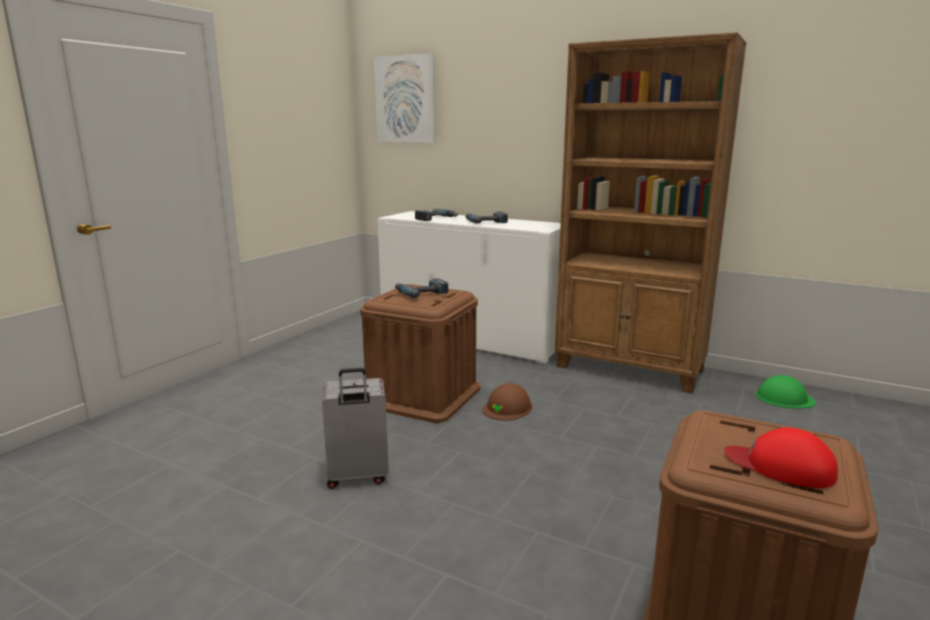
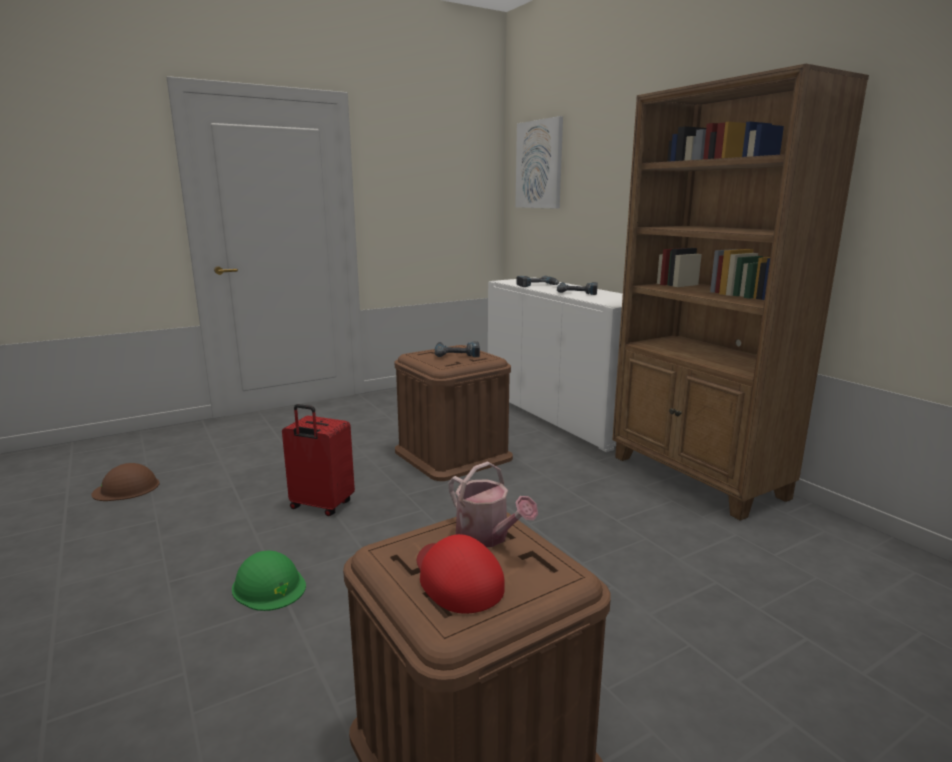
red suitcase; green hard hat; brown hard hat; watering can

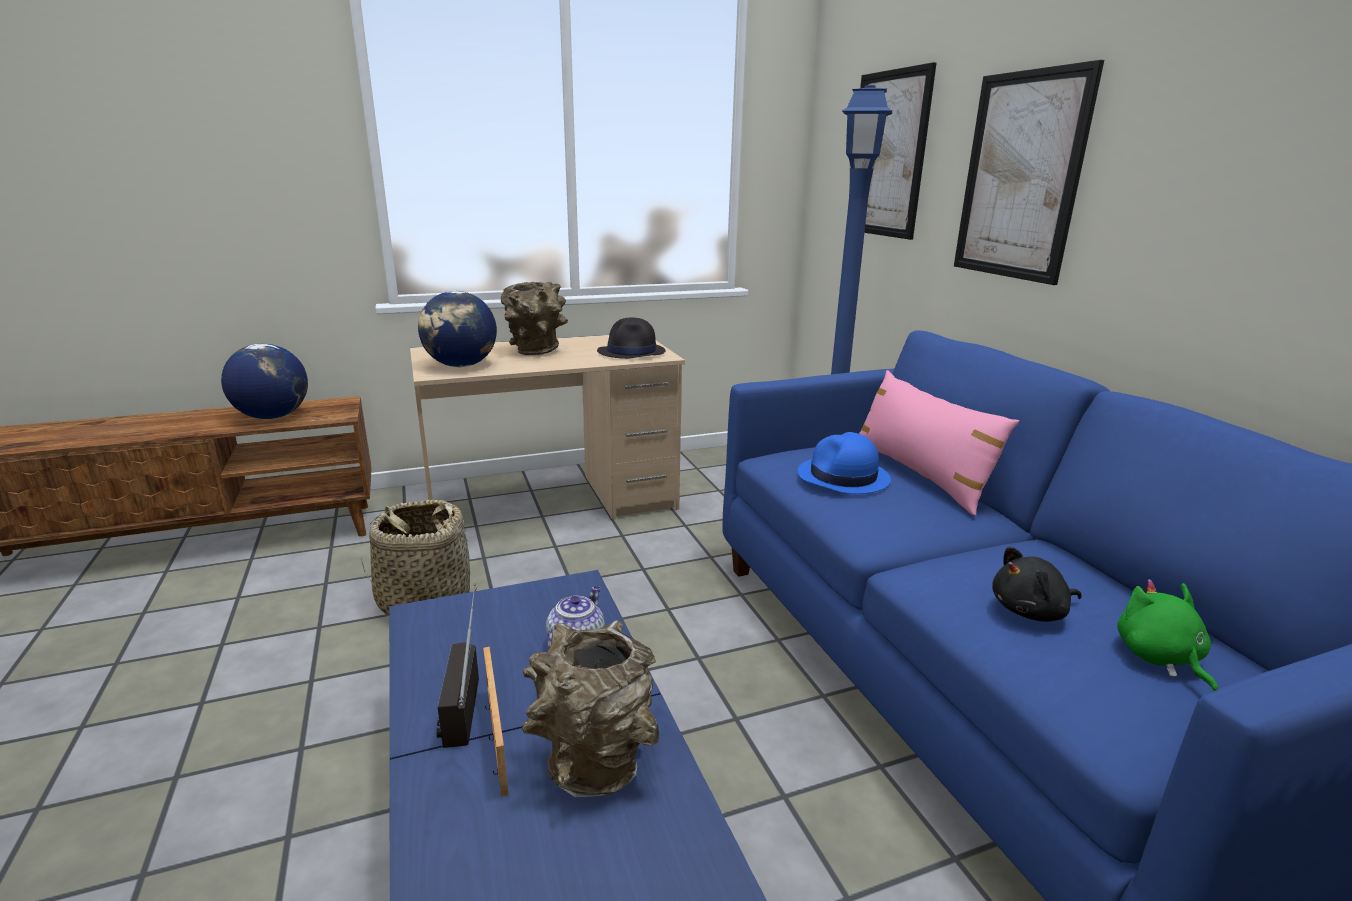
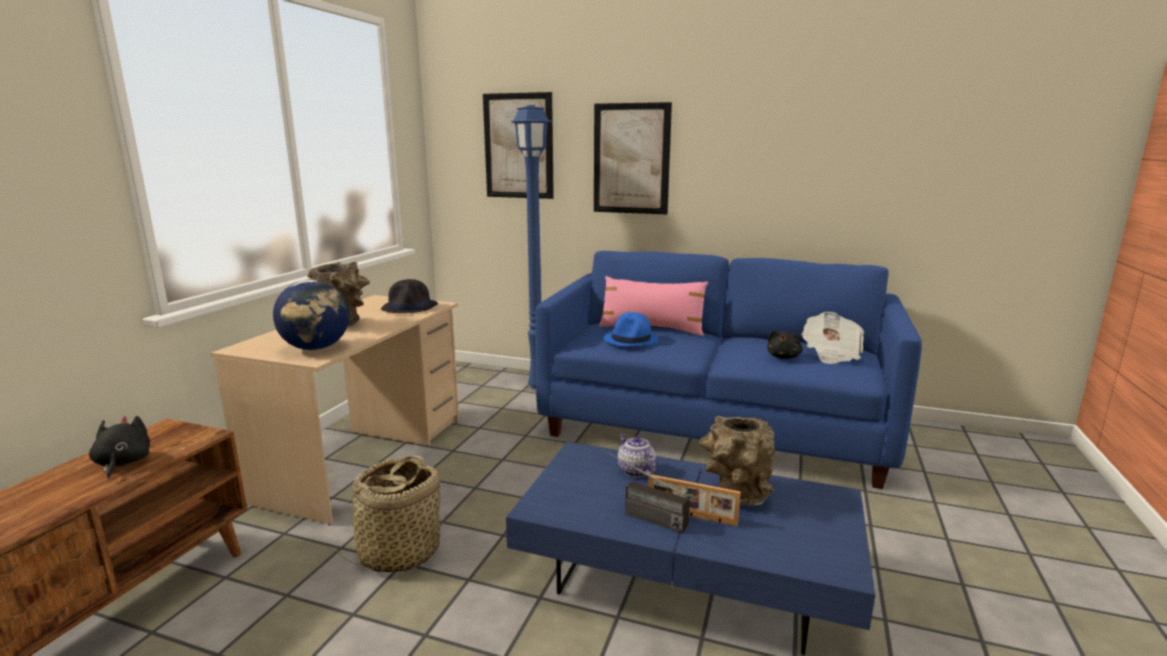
black plush toy (no. 1 from left); newspaper

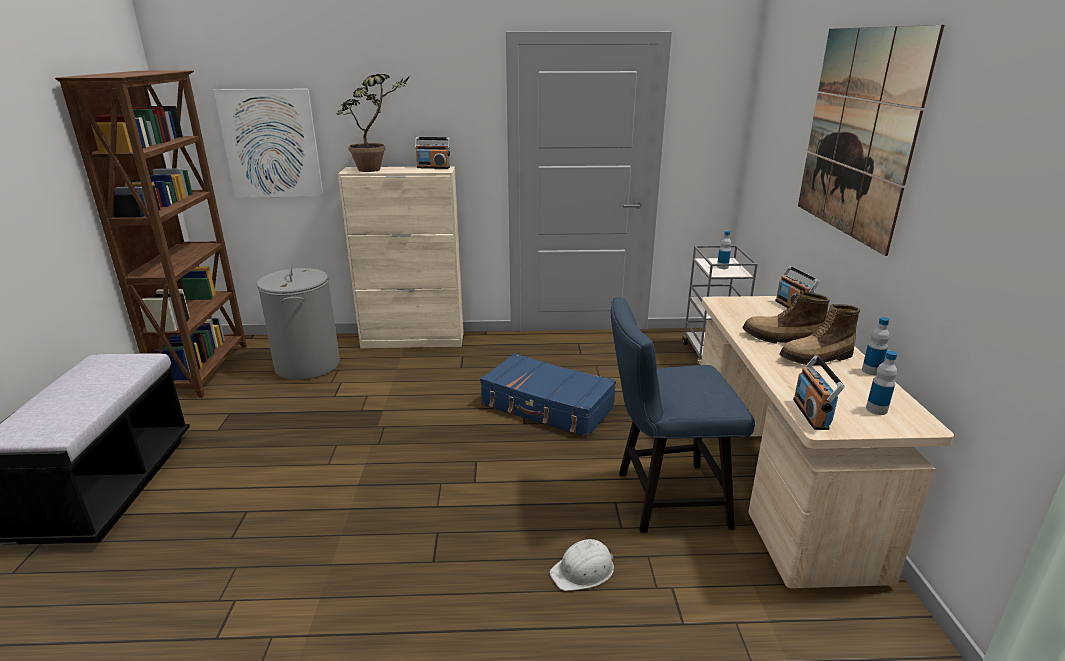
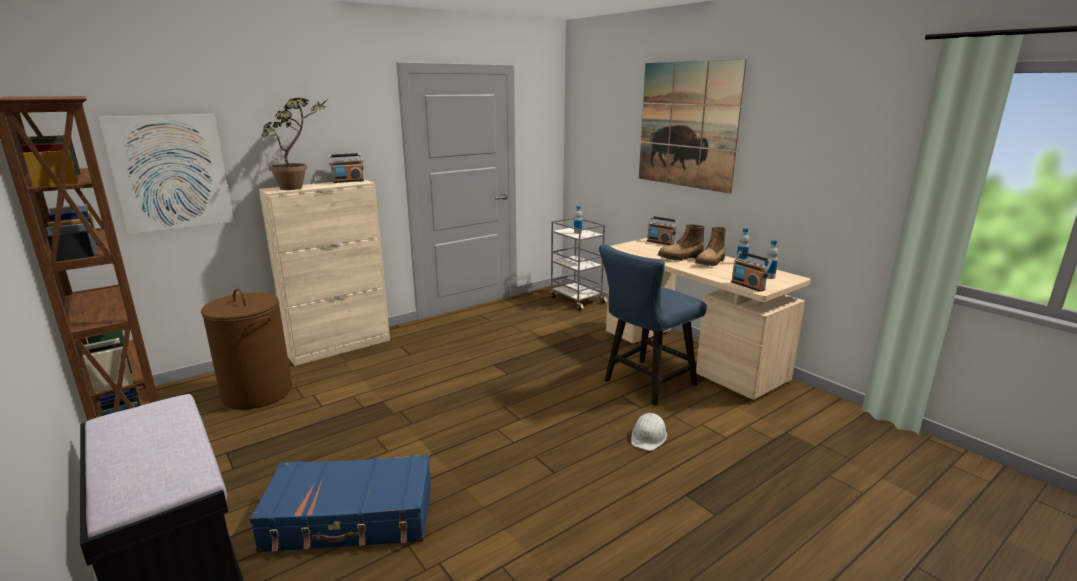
brown laundry basket; blue suitcase

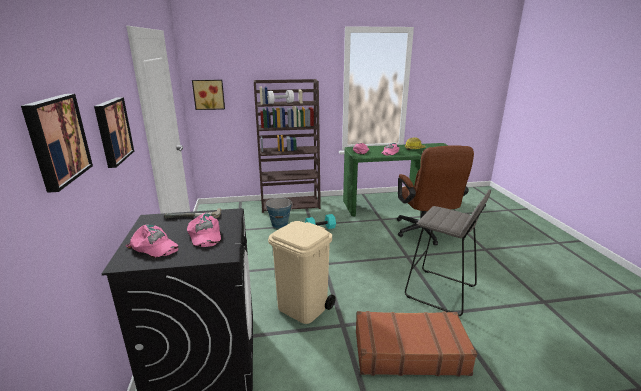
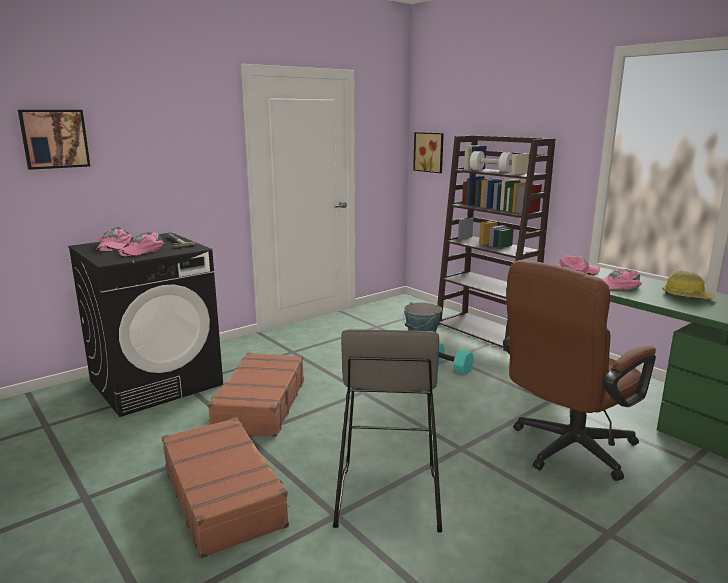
picture (no. 2 from left in the first image); brown suitcase (no. 2 from left)

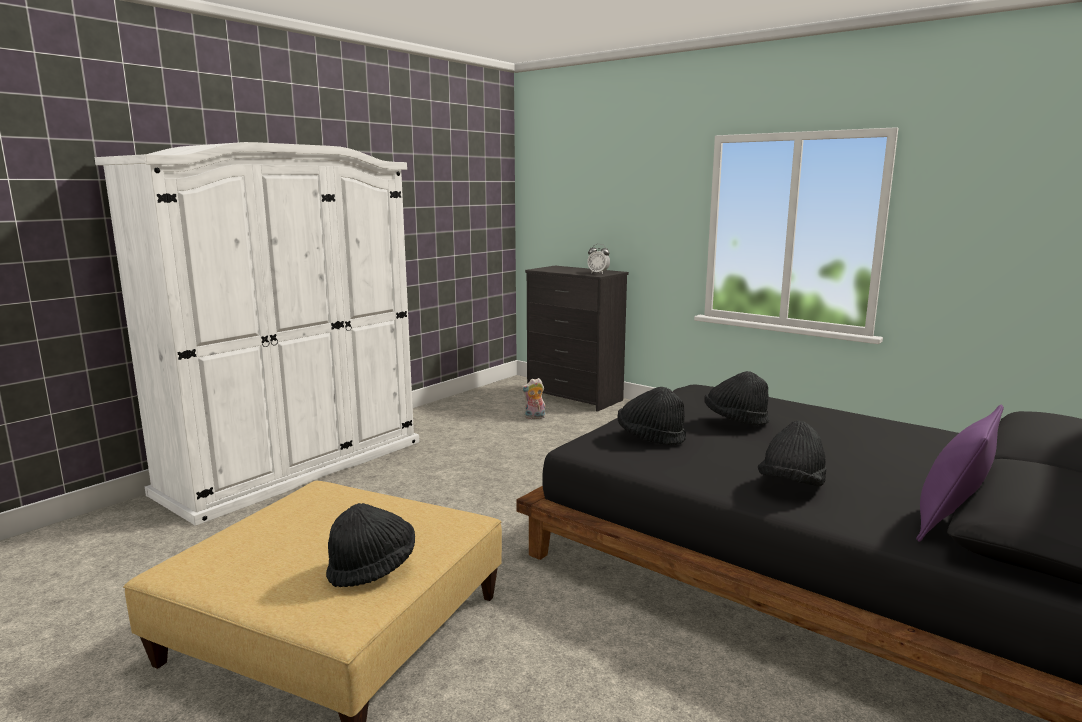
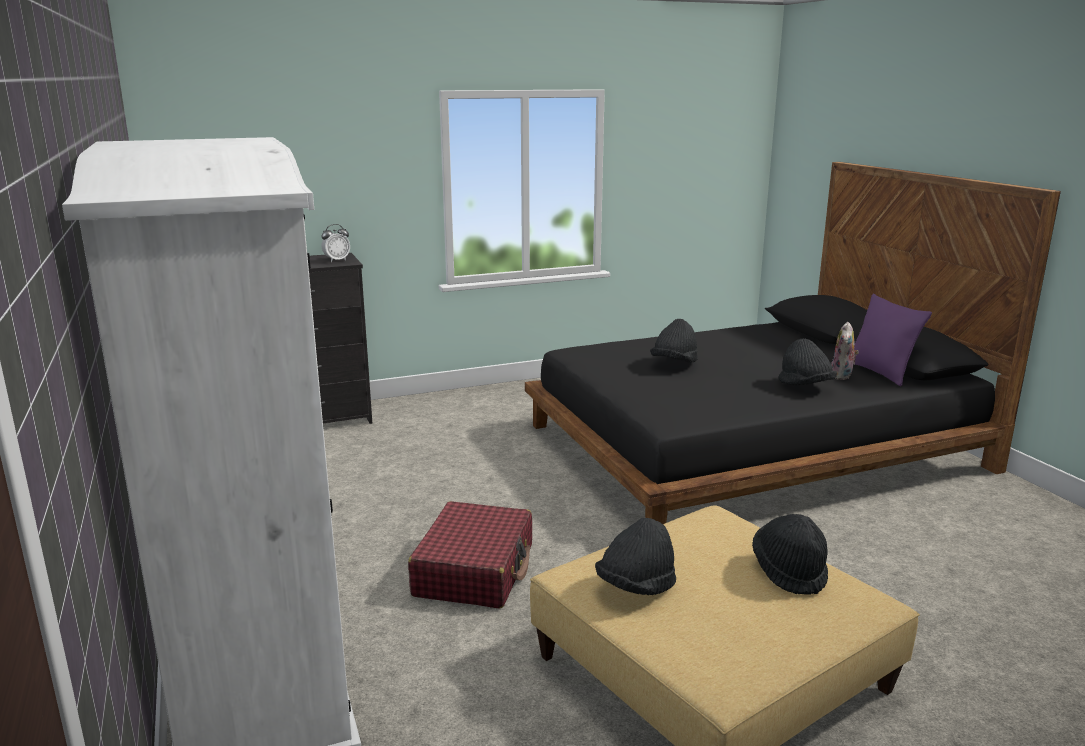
plush toy; black hat (no. 1 from left); red suitcase

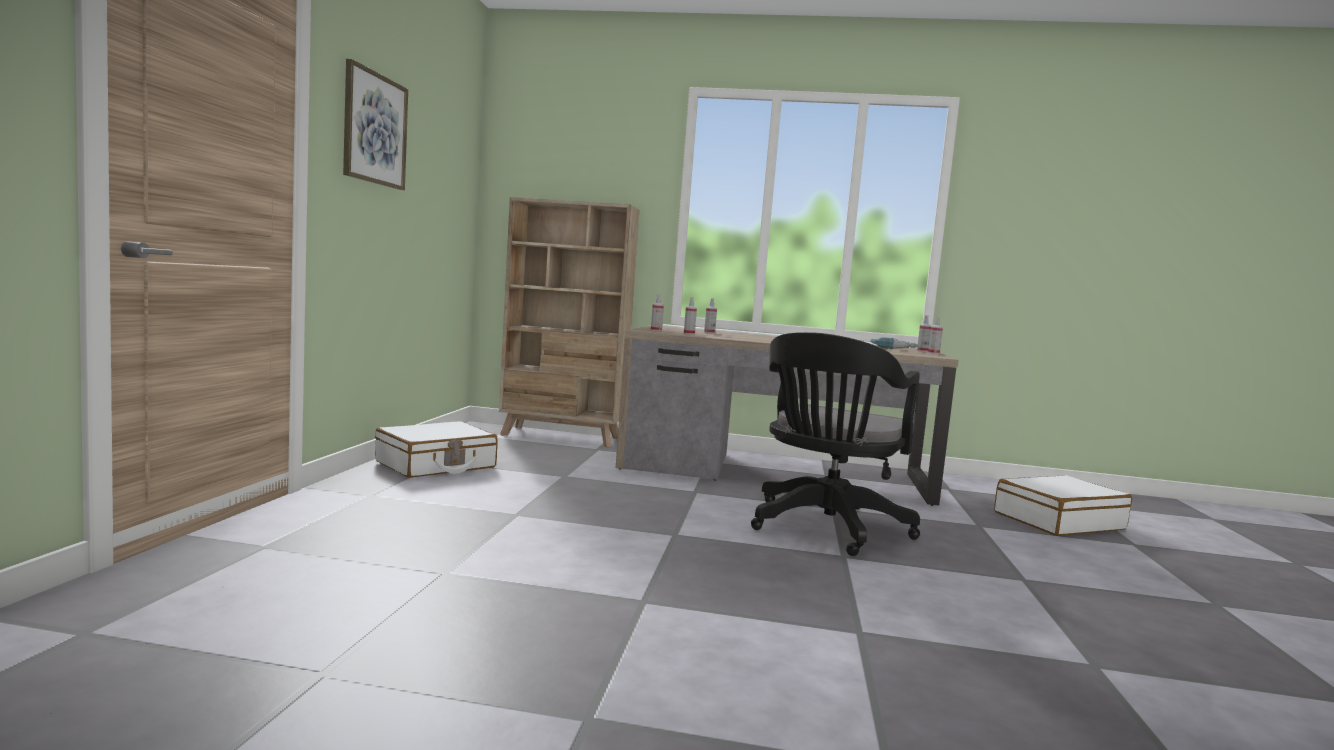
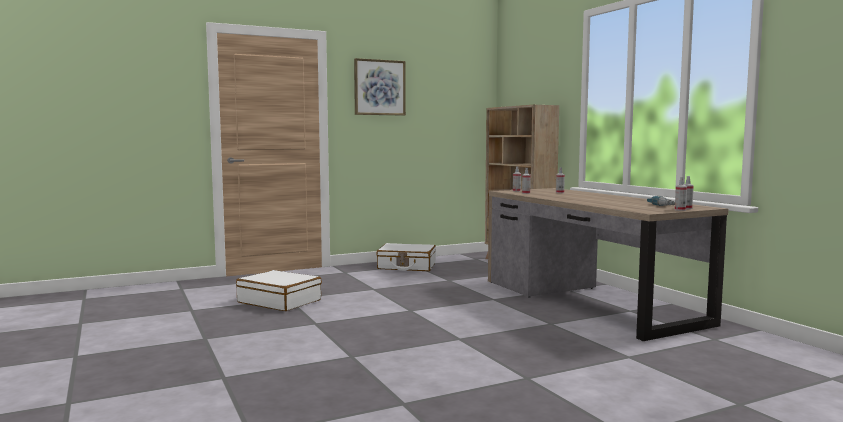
black office chair; white suitcase (no. 1 from left)

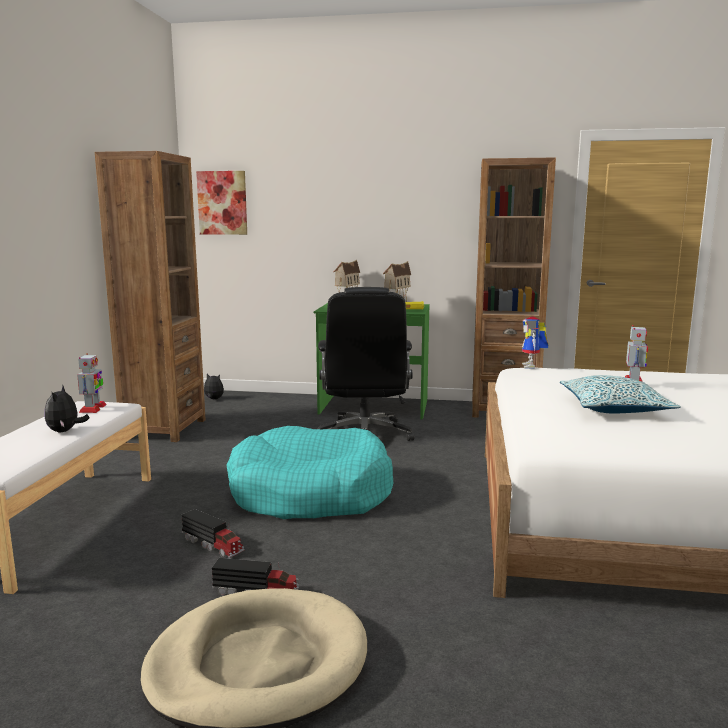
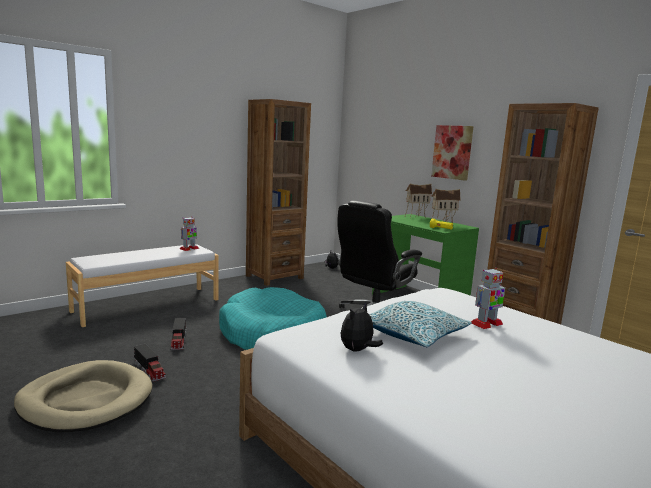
picture; toy robot (no. 2 from left in the first image); plush toy (no. 2 from left)

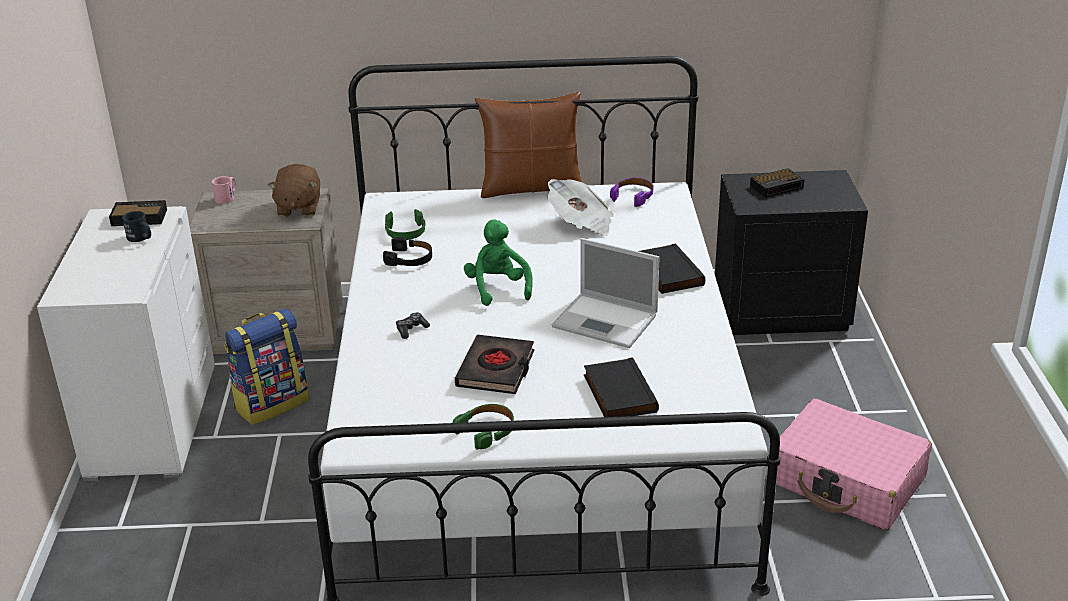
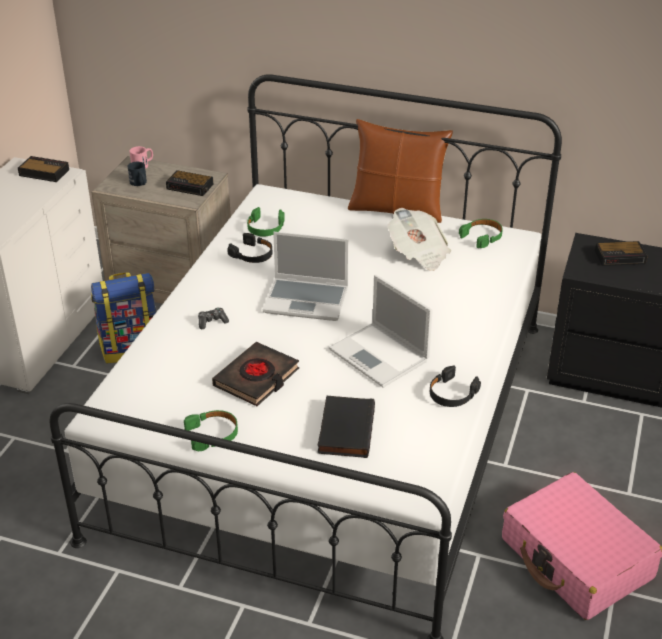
alarm clock (no. 2 from left); green headphones (no. 3 from left); black mug; laptop (no. 1 from left); black book (no. 3 from left in the first image); black headphones (no. 2 from left)

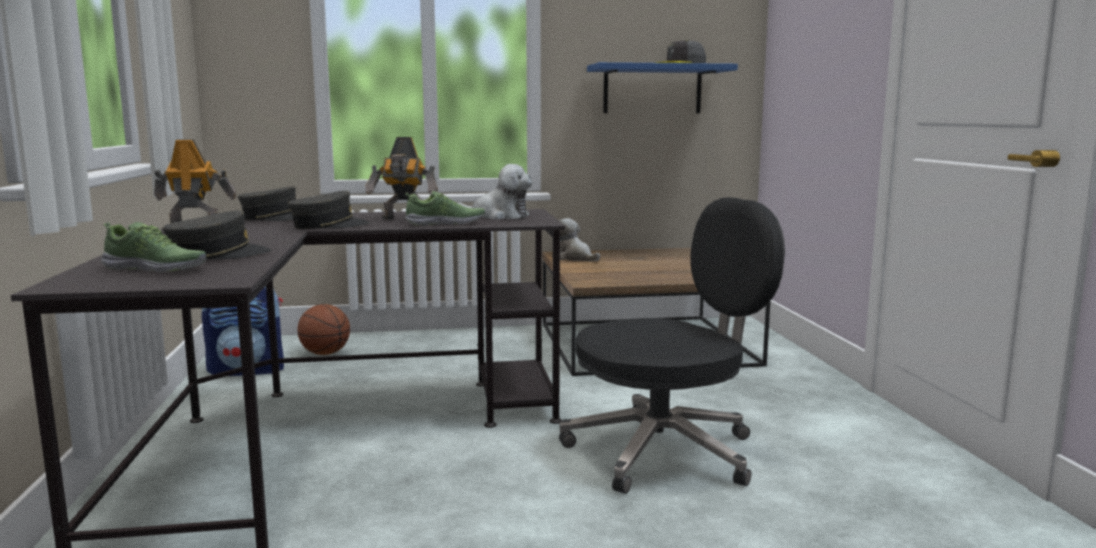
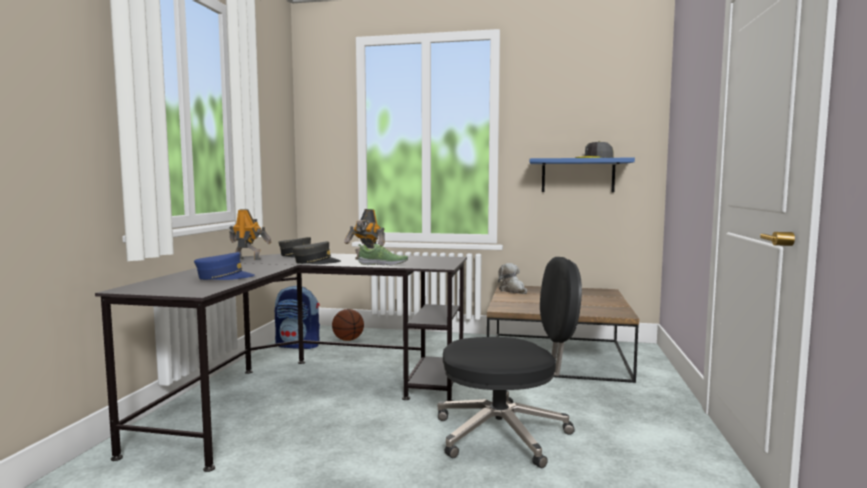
plush toy (no. 1 from left in the first image); blue cap; shoe (no. 1 from left in the first image)

